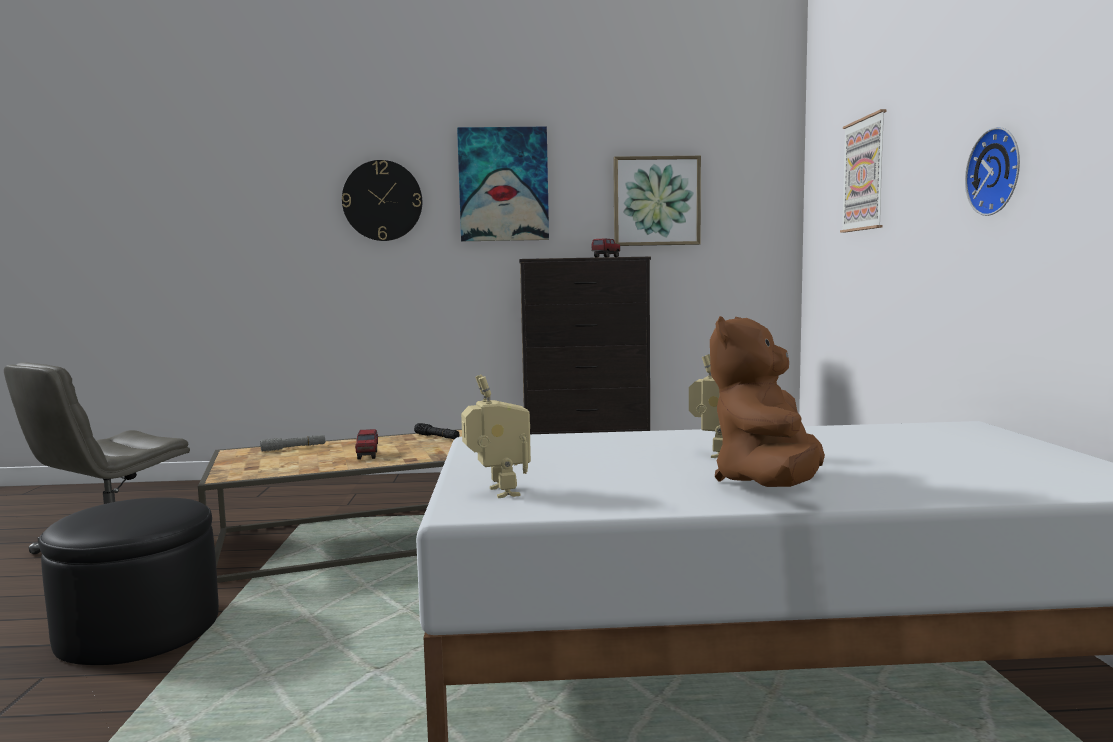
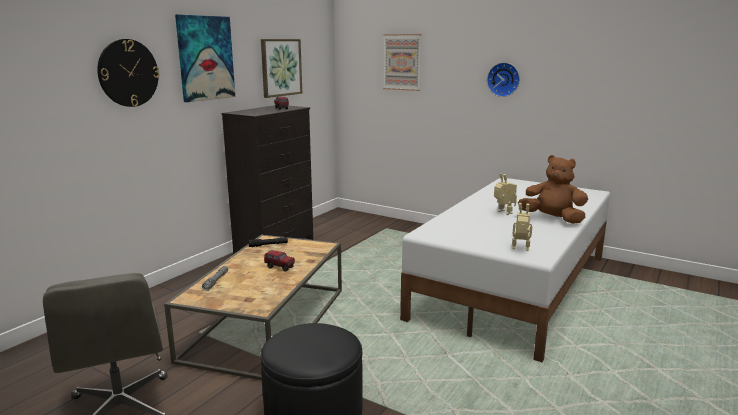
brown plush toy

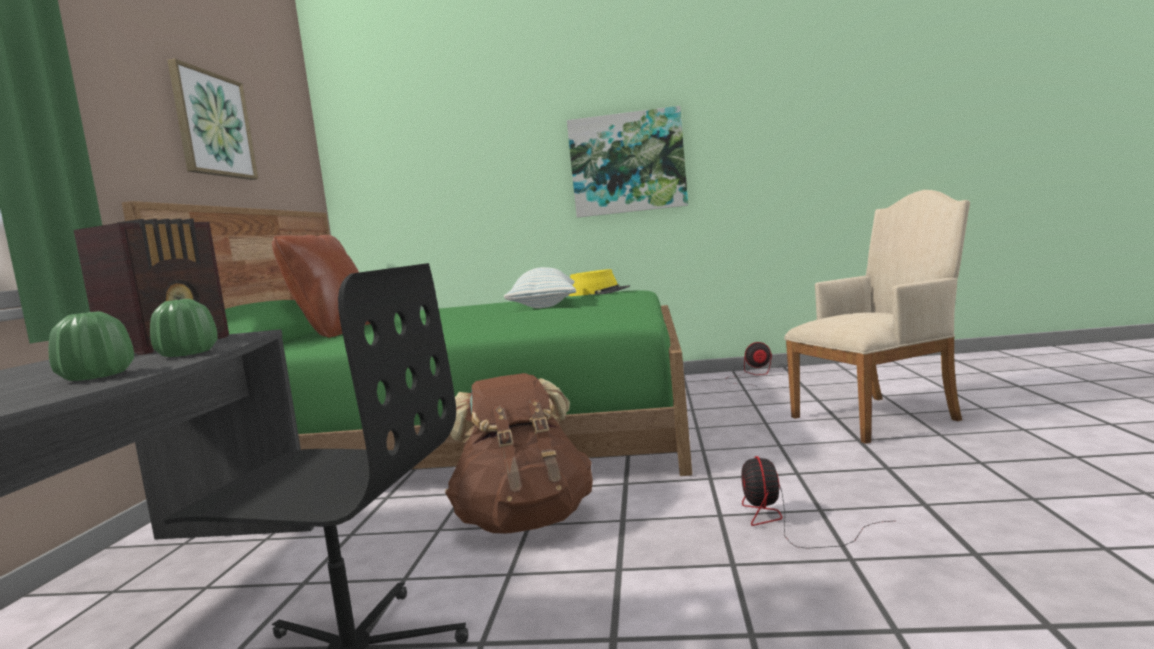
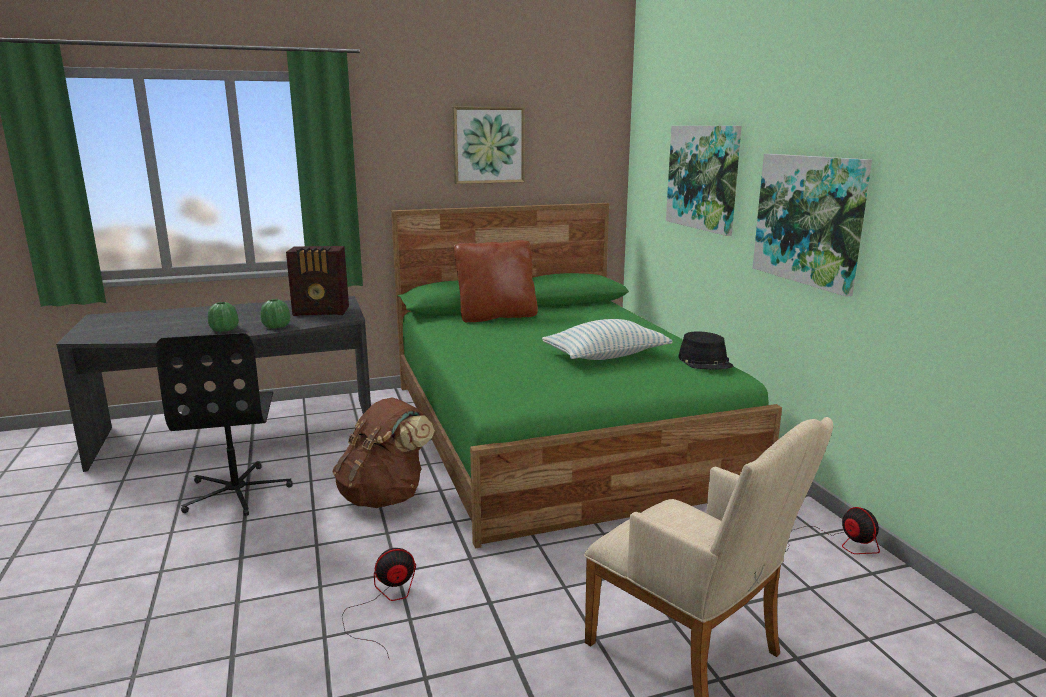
black hat; picture (no. 2 from left)

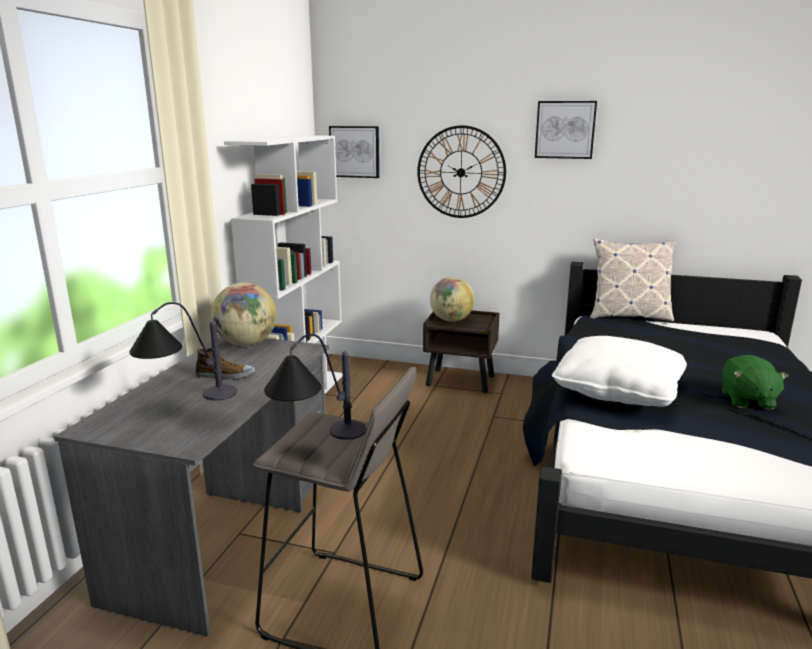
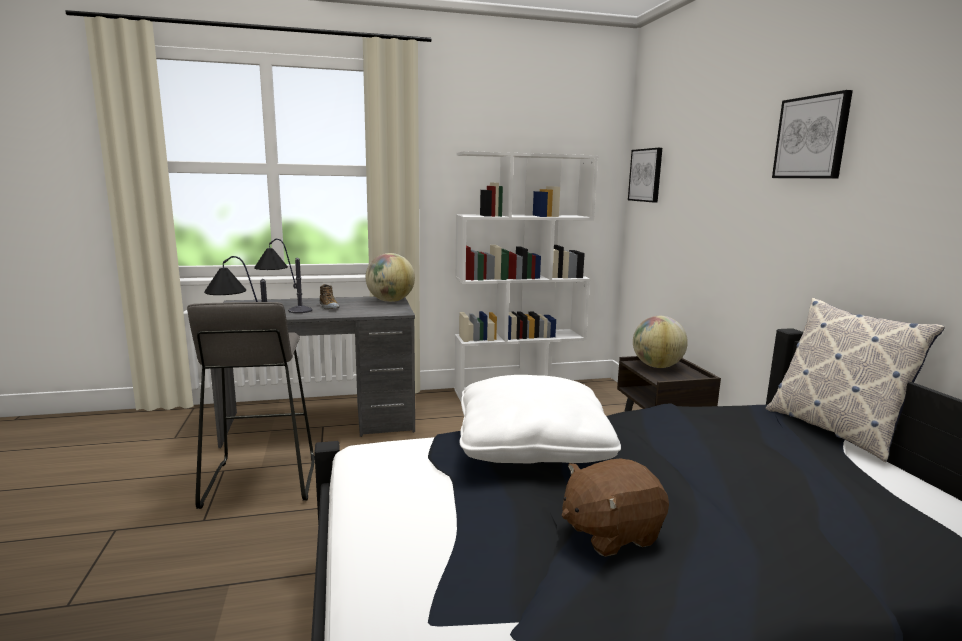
wall clock; brown plush toy

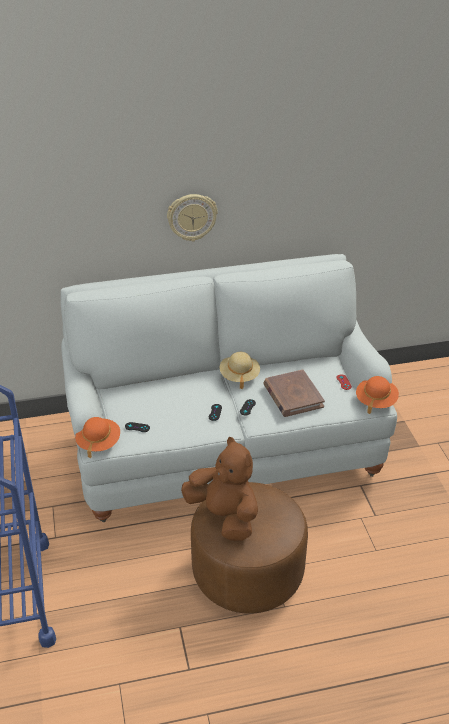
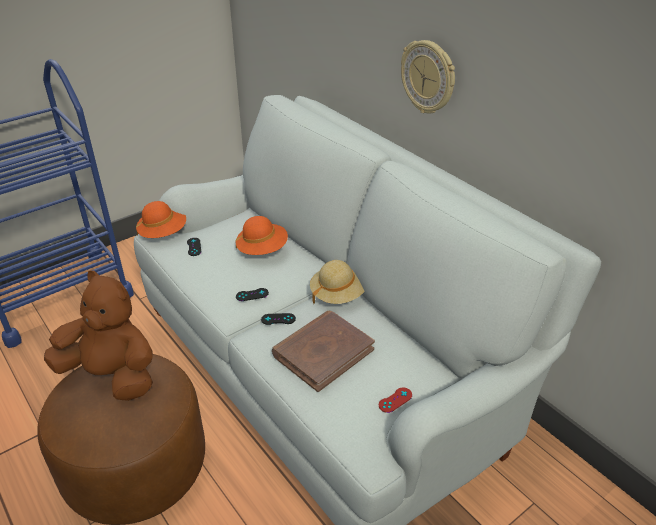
orange hat (no. 2 from left); brown plush toy

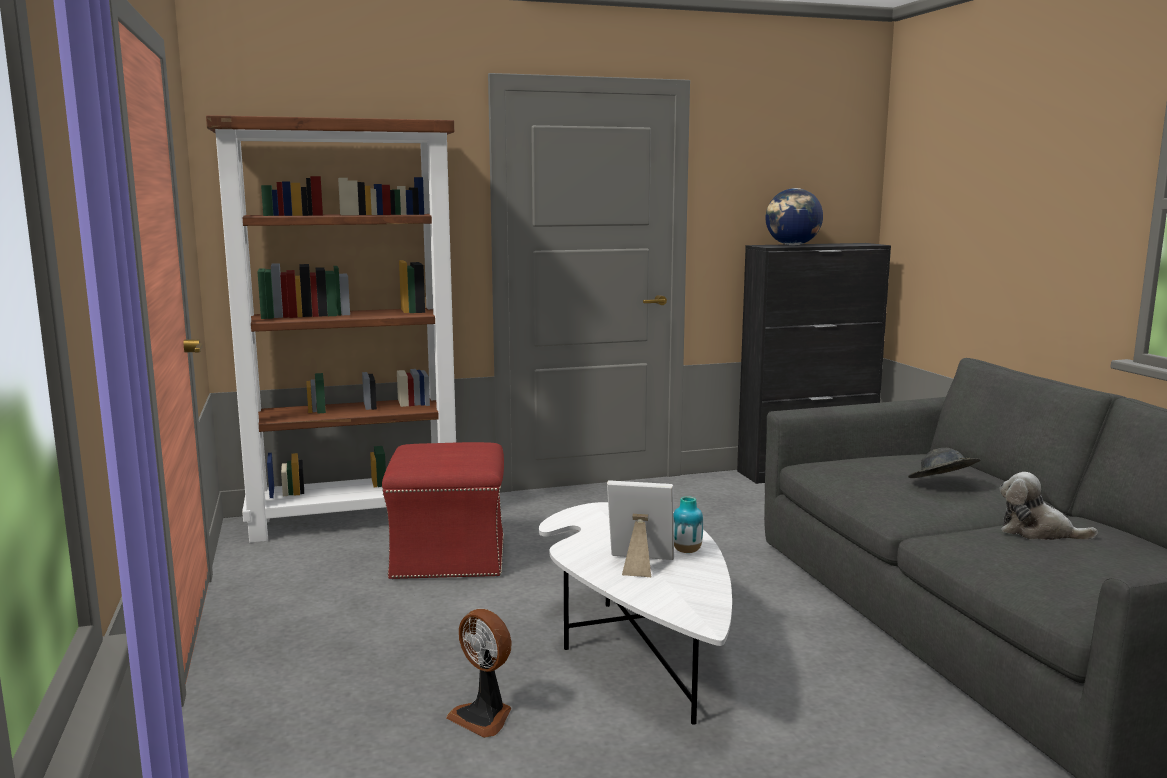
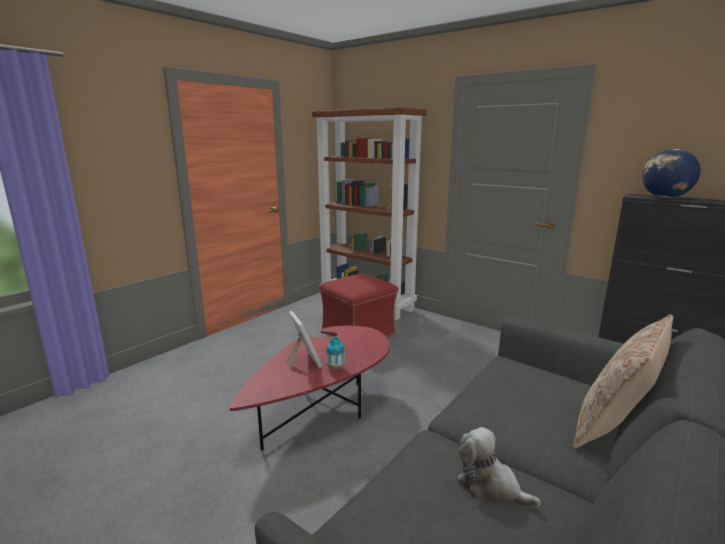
grey hat; plush toy; red coffee table; fan; beige pillow

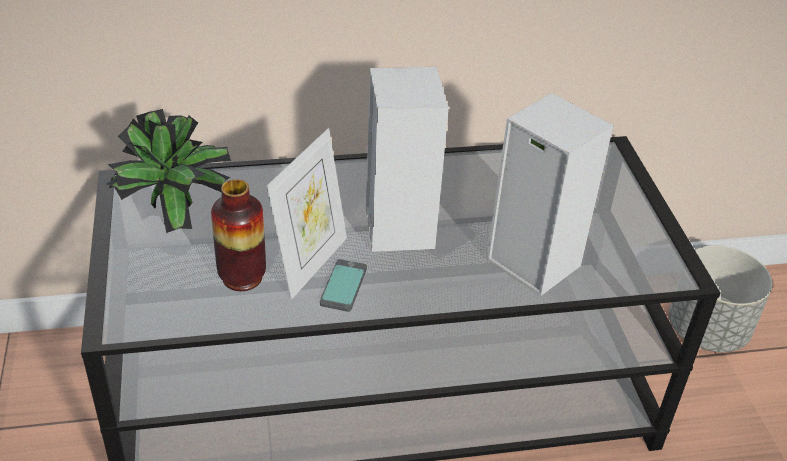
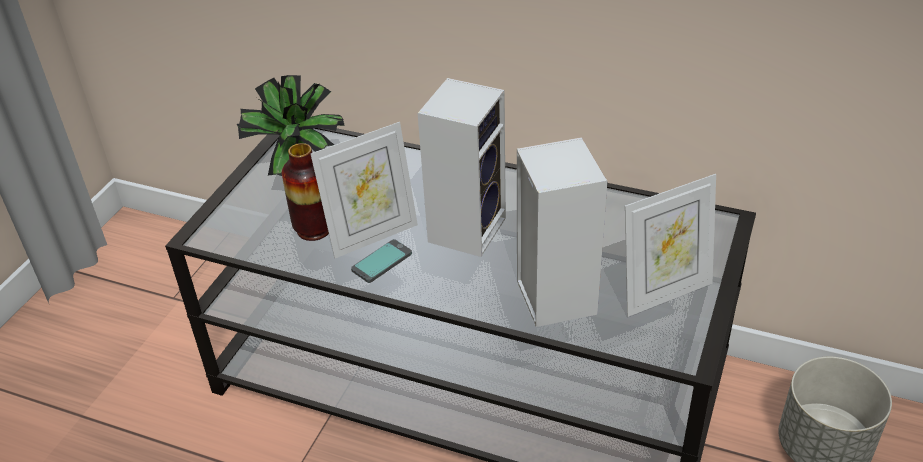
picture frame (no. 2 from left)

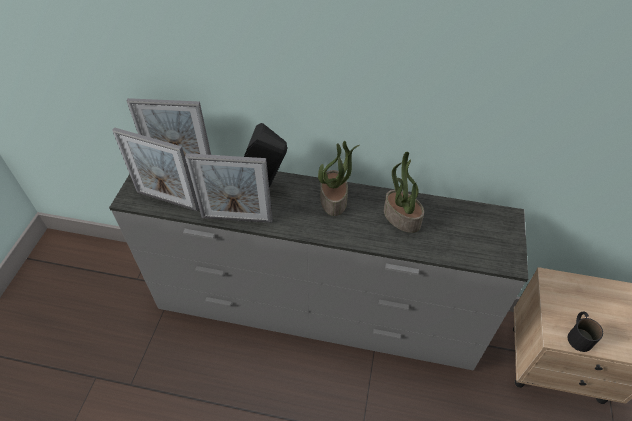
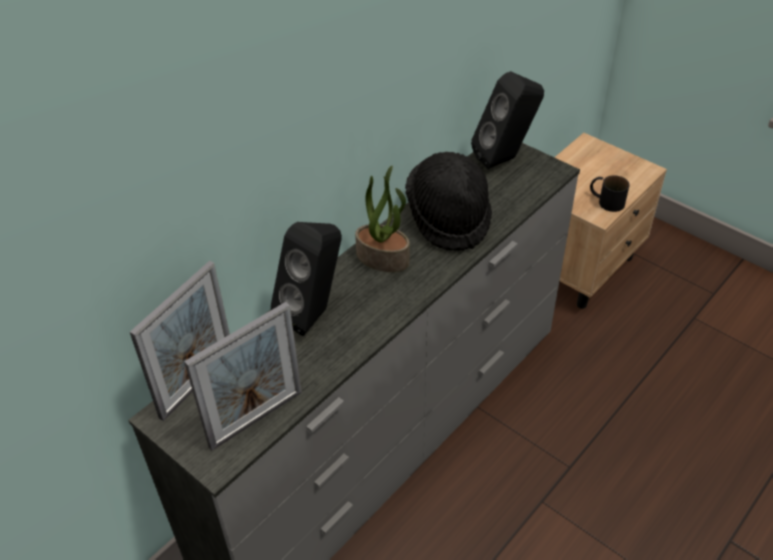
black hat; picture frame (no. 3 from left in the first image); black speaker (no. 2 from left)

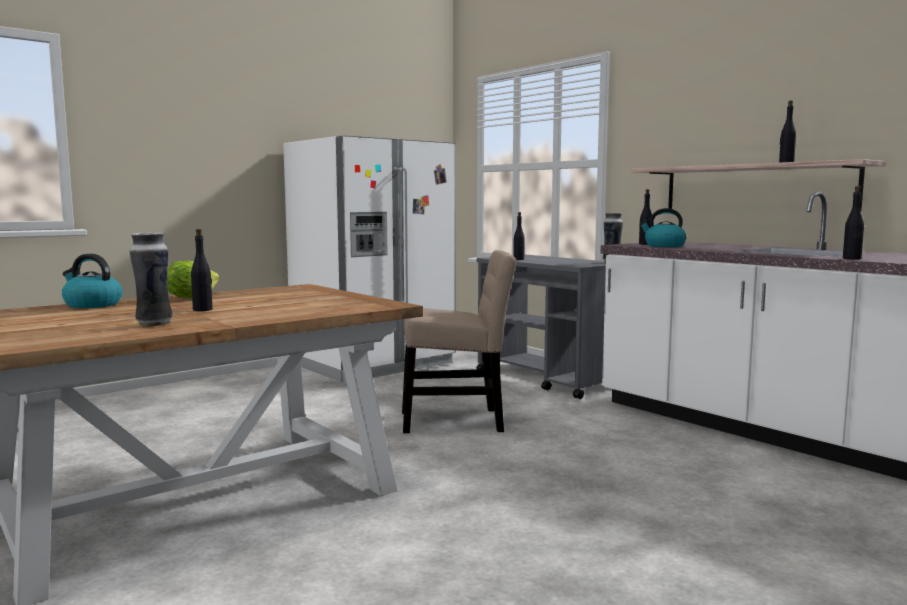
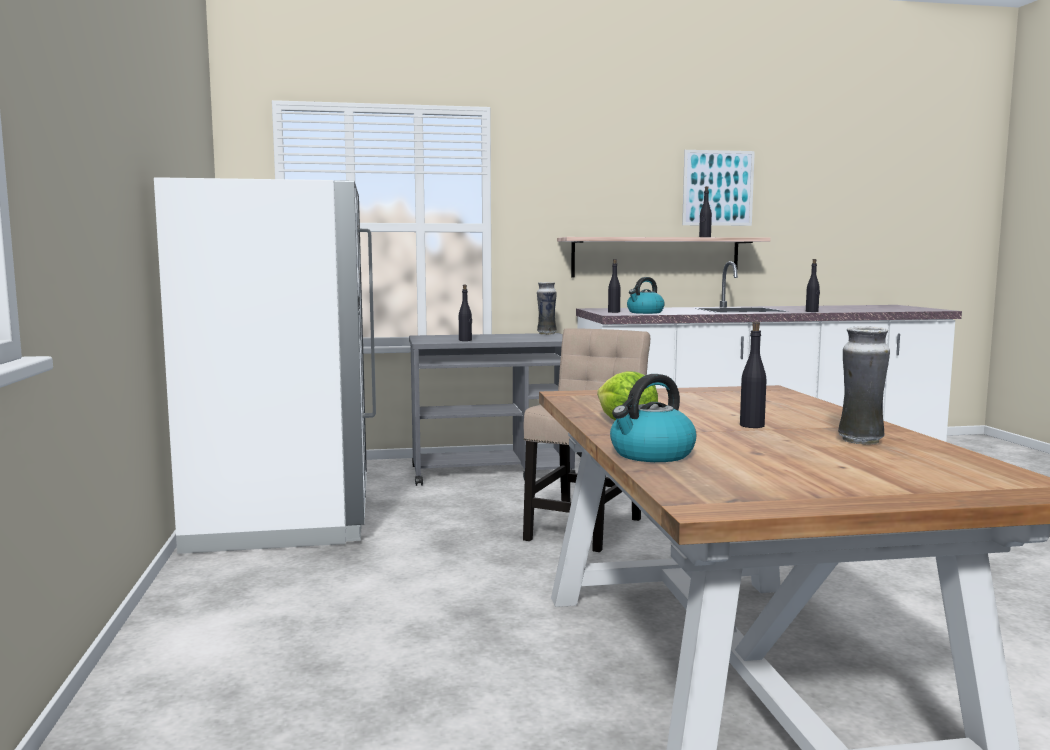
picture

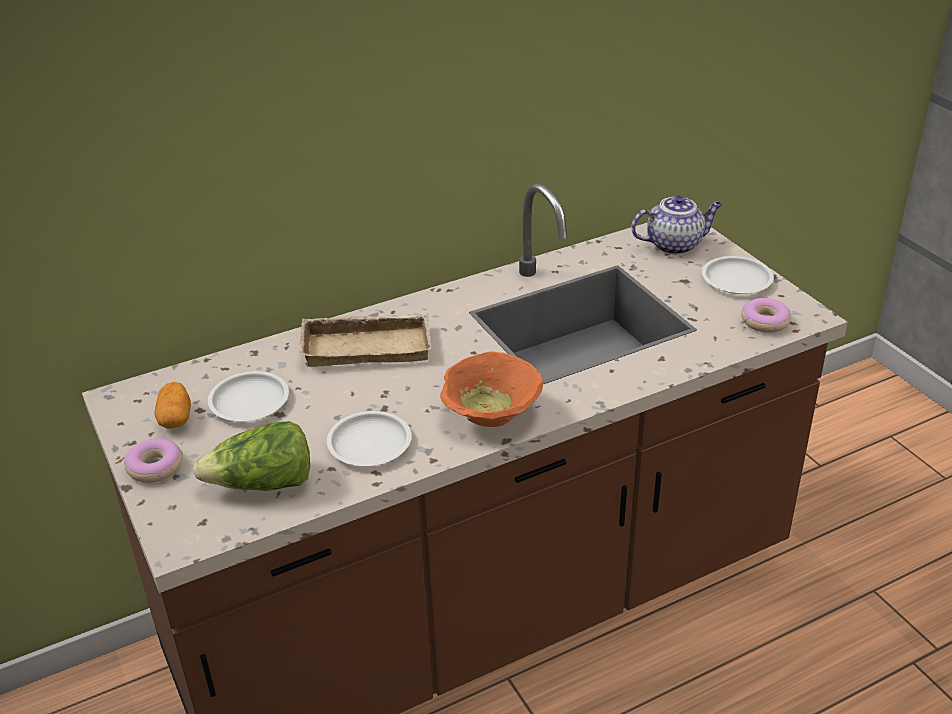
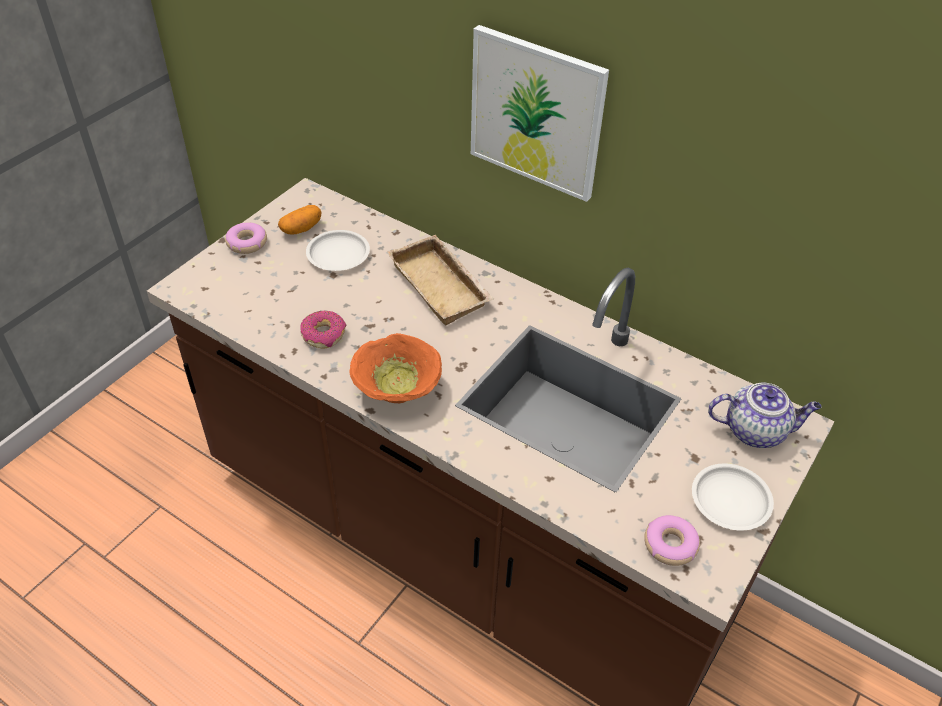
teapot; donut (no. 2 from left); lettuce; picture

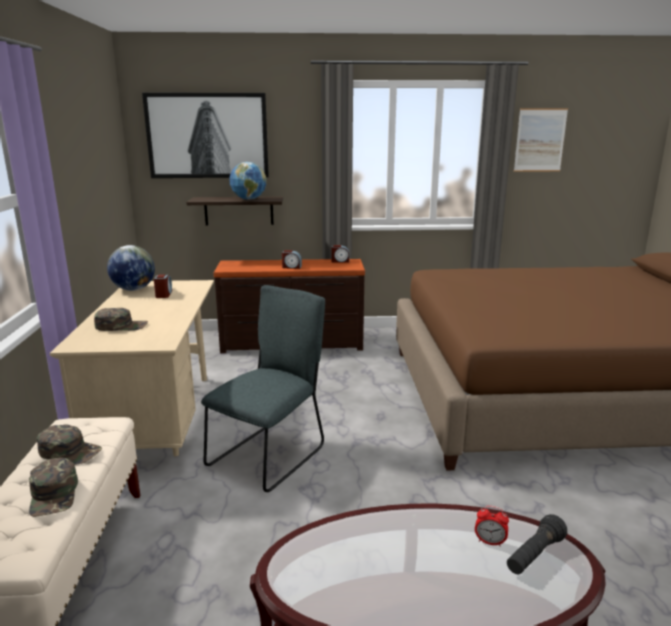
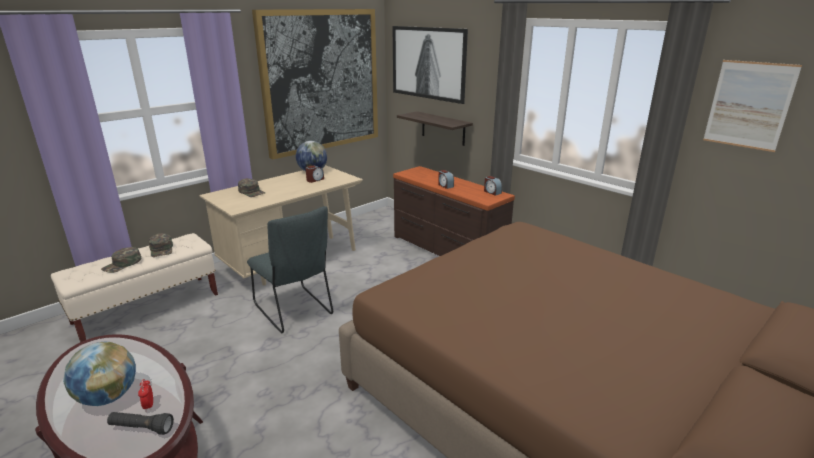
globe (no. 1 from left); grey chair; picture (no. 1 from left)

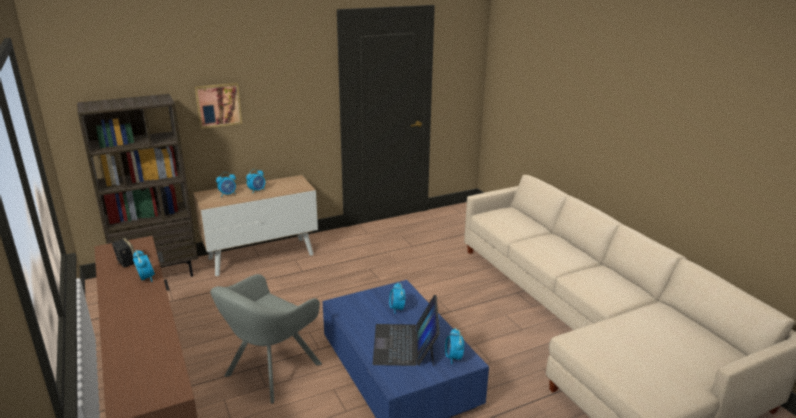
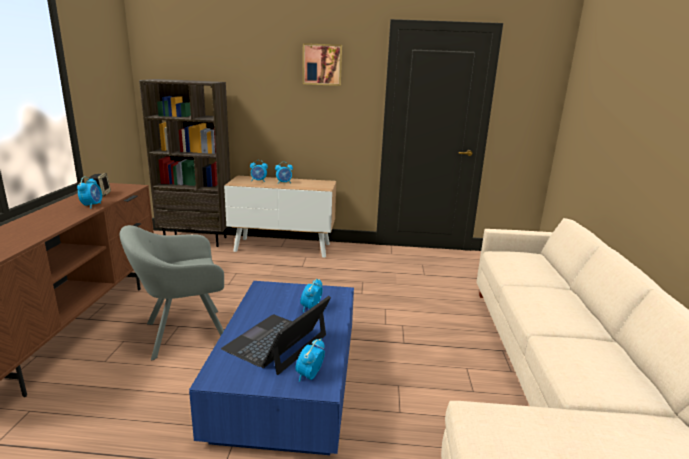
picture

